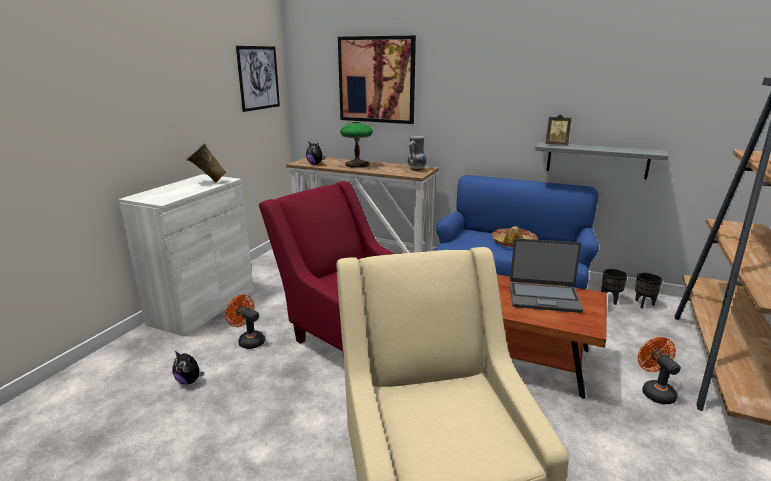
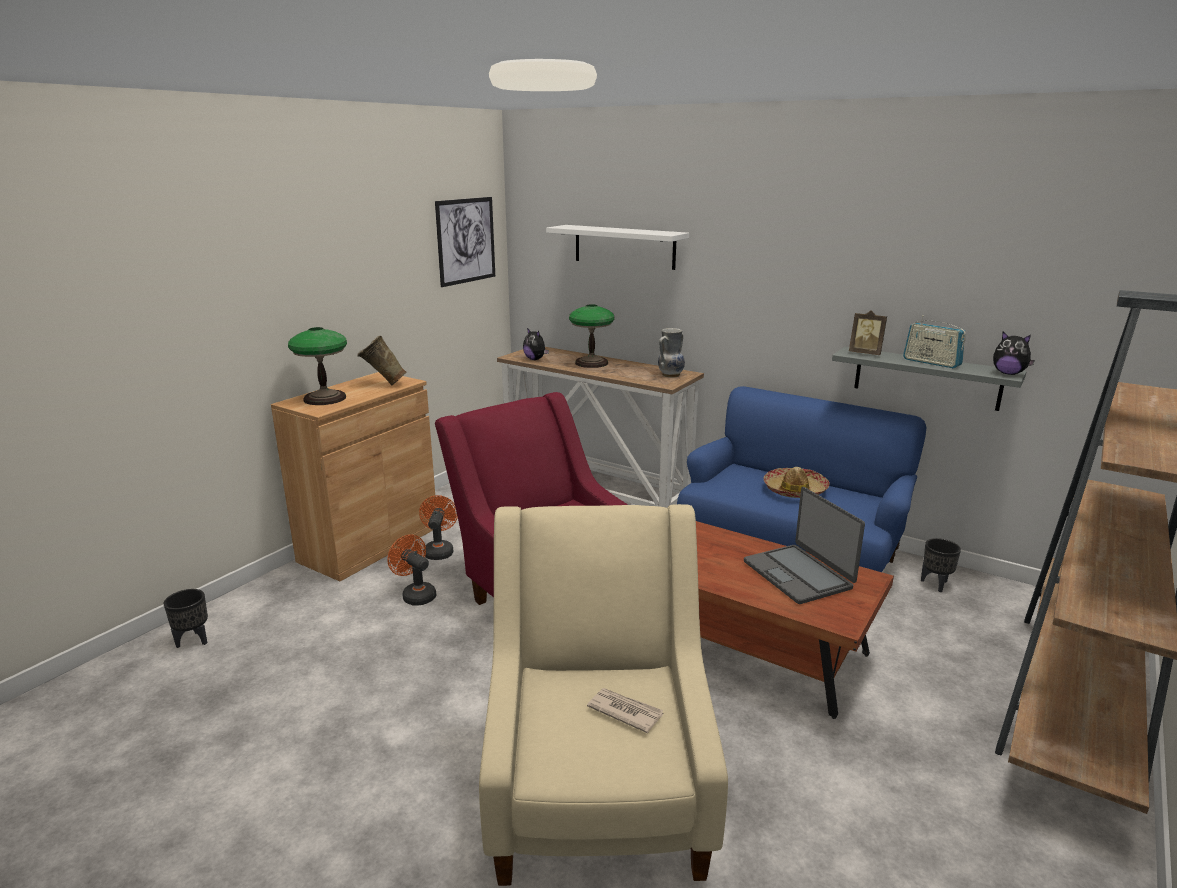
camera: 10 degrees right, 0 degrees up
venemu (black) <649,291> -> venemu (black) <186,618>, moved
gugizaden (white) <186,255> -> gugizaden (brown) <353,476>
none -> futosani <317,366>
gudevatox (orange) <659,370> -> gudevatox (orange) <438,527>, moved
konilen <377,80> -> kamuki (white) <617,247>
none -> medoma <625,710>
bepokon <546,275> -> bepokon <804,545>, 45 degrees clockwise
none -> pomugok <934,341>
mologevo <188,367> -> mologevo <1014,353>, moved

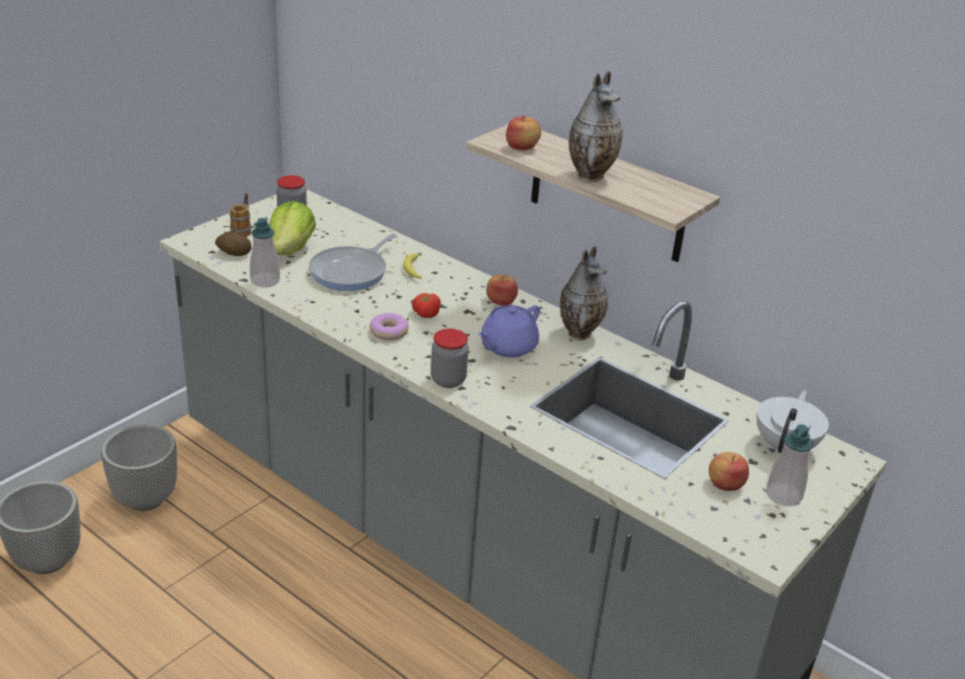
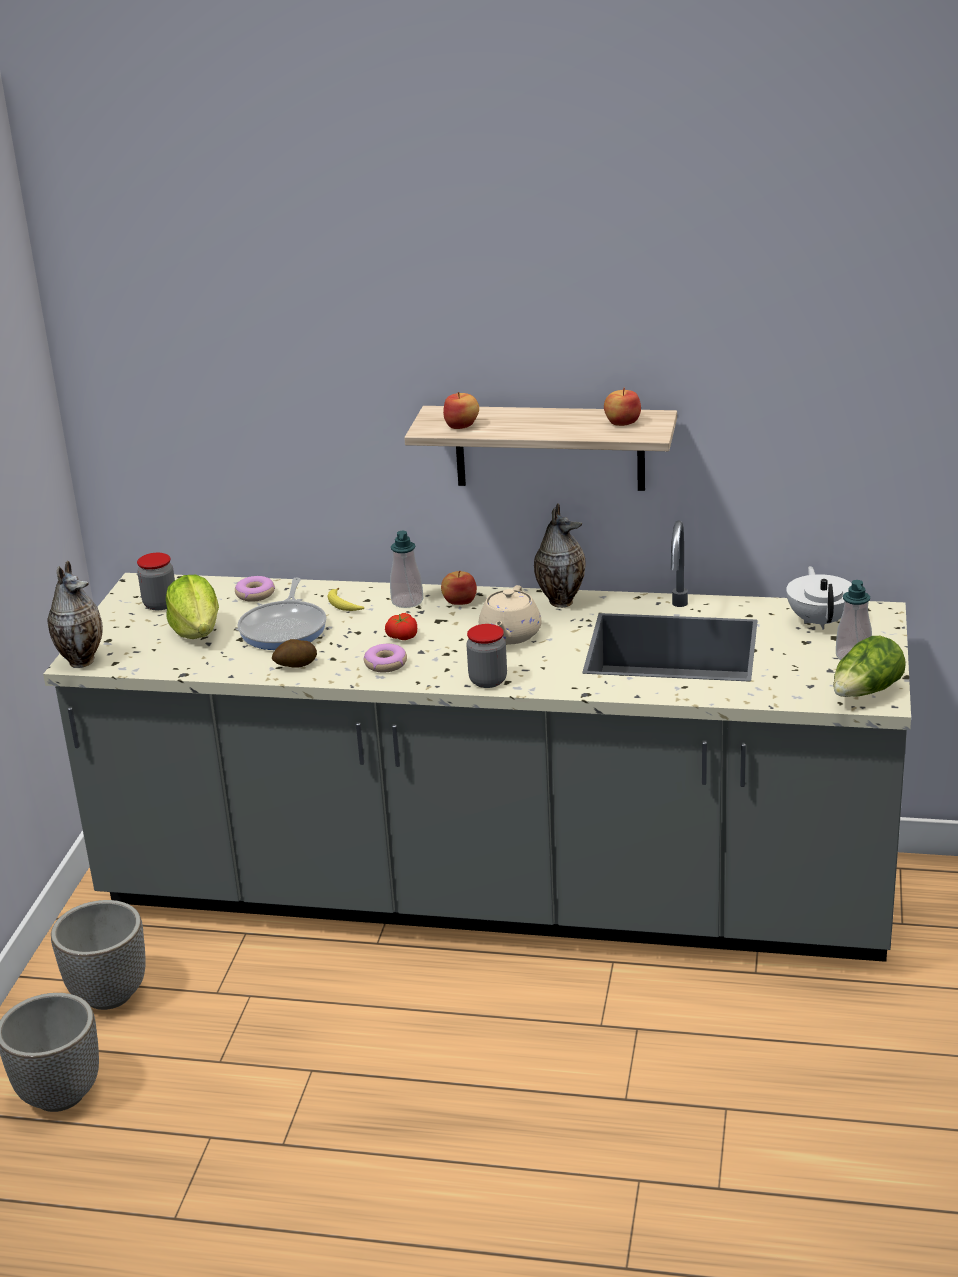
camera: 25 degrees left, 5 degrees down
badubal <596,126> -> badubal <75,614>, moved
none -> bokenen <255,589>
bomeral <233,244> -> bomeral <294,653>, moved
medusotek <265,252> -> medusotek <406,569>, moved
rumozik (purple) <509,331> -> rumozik (beige) <510,614>
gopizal <729,471> -> gopizal <622,407>, moved
none -> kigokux <869,666>
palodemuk <241,214> -> none

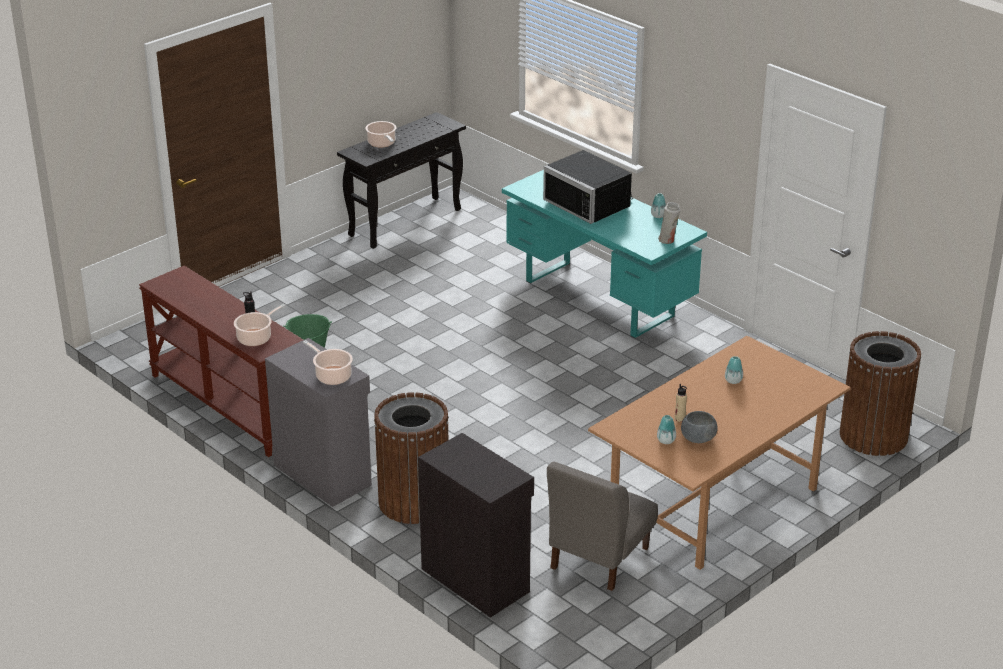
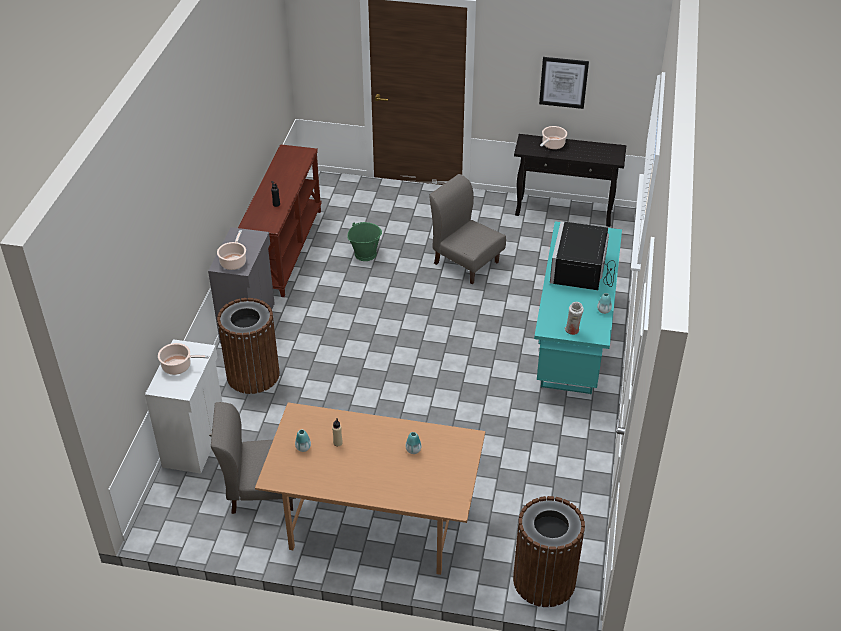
camera: 55 degrees right, 10 degrees up
gugizaden (black) <476,525> -> gugizaden (white) <183,406>
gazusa <260,325> -> gazusa <183,359>, moved
none -> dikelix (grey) <467,229>
none -> konilen <564,83>
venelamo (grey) <699,427> -> none

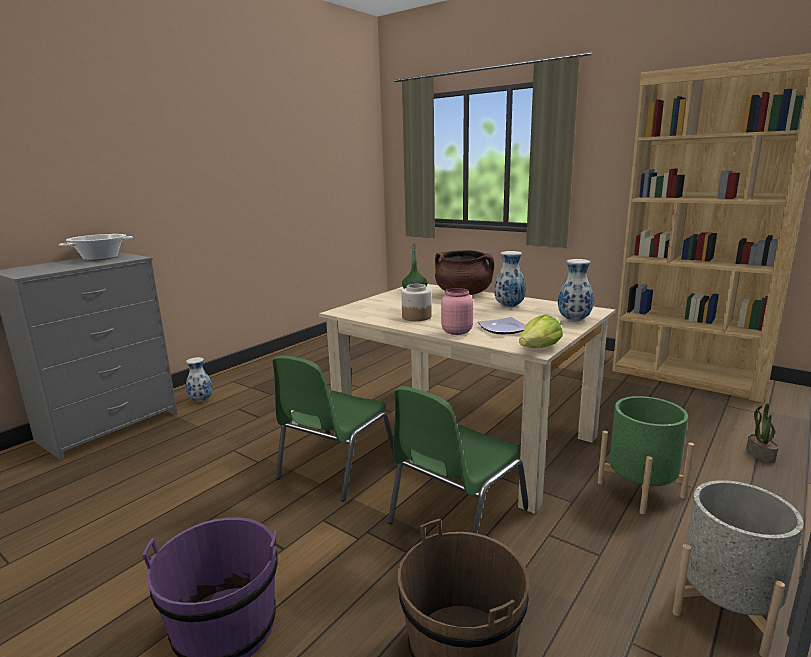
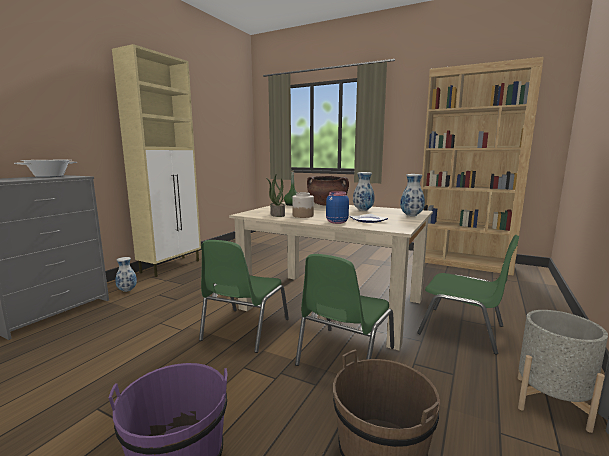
camera: 10 degrees left, 5 degrees down
none -> gugizaden (beige) <156,160>
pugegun <762,432> -> pugegun <275,196>, moved
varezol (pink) <457,311> -> varezol (blue) <337,207>
venemu (green) <646,455> -> dikelix (green) <468,295>
kigokux <541,331> -> none

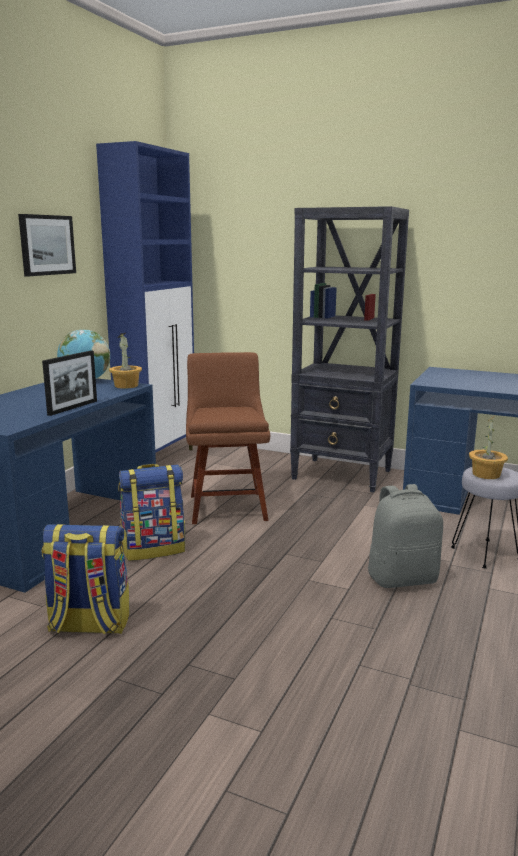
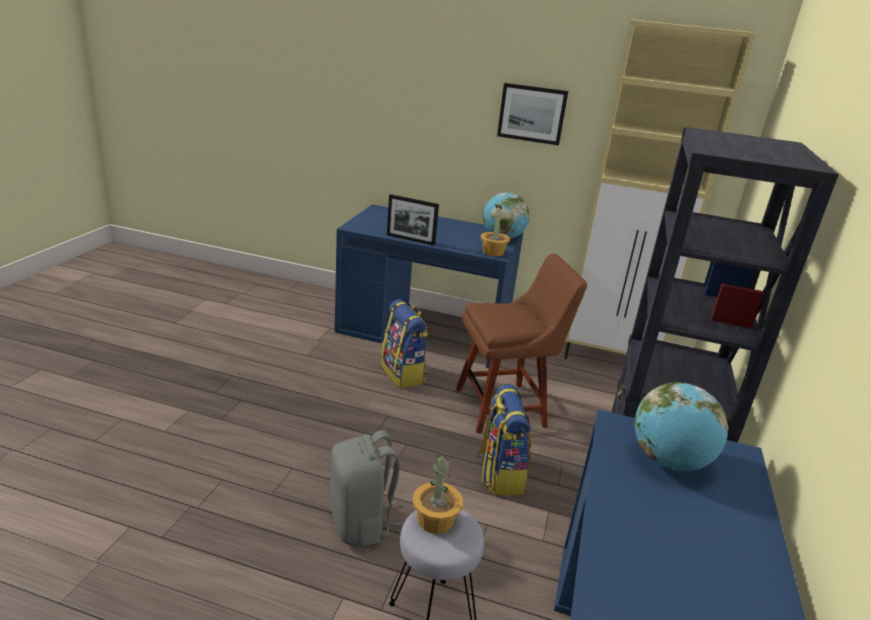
camera: 80 degrees right, 10 degrees up
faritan <85,579> -> faritan <504,439>, moved
gugizaden (blue) <145,297> -> gugizaden (beige) <660,189>
none -> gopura <681,426>

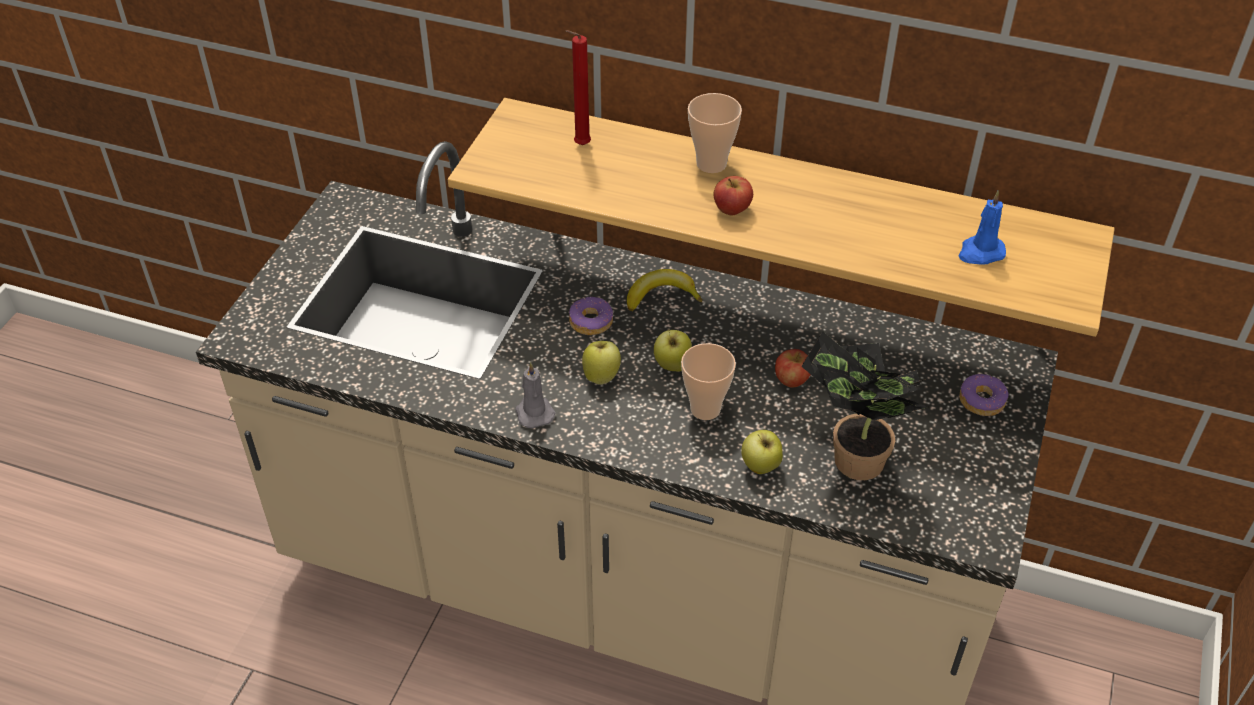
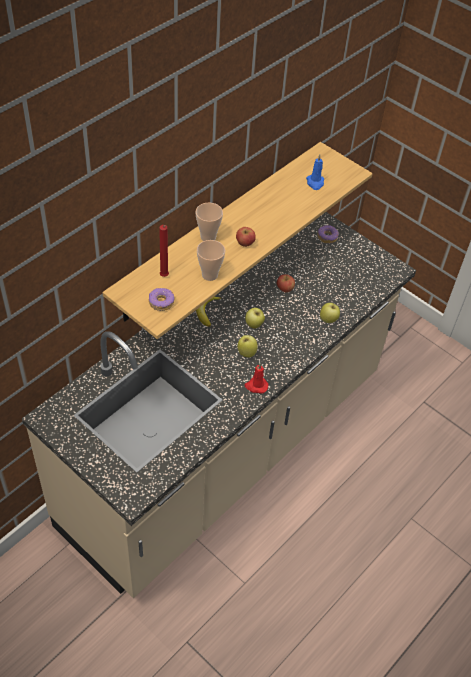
camera: 70 degrees left, 5 degrees up
bokenen <591,316> -> bokenen <161,299>, moved
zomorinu <708,381> -> zomorinu <211,260>, moved
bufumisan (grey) <535,395> -> bufumisan (red) <256,378>
pugegun <864,406> -> none

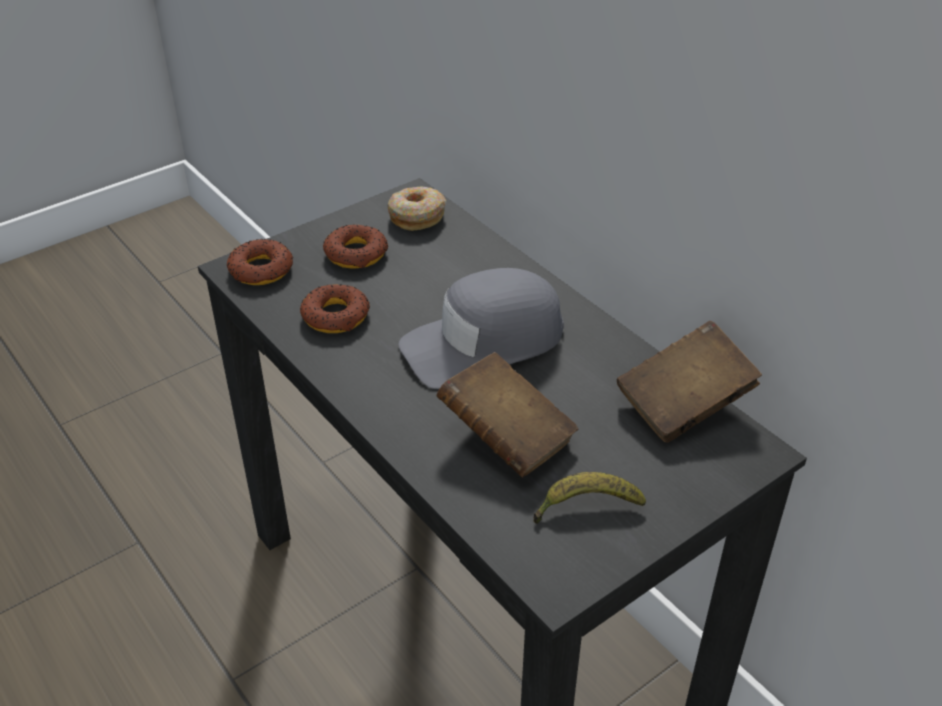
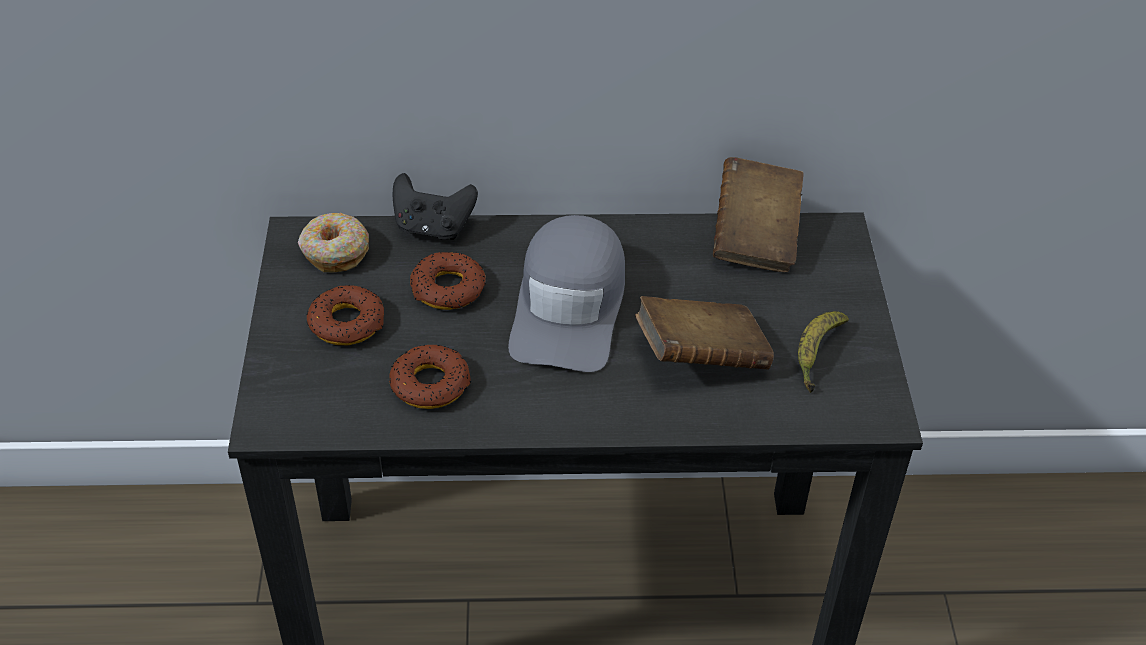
camera: 55 degrees left, 5 degrees up
none -> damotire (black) <435,206>
bokenen <260,262> -> bokenen <448,281>, moved

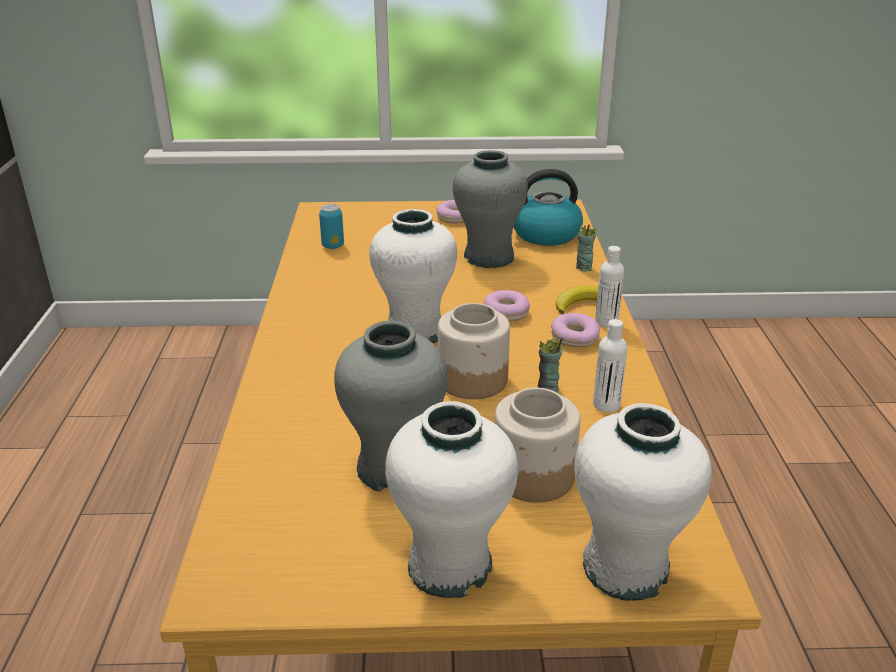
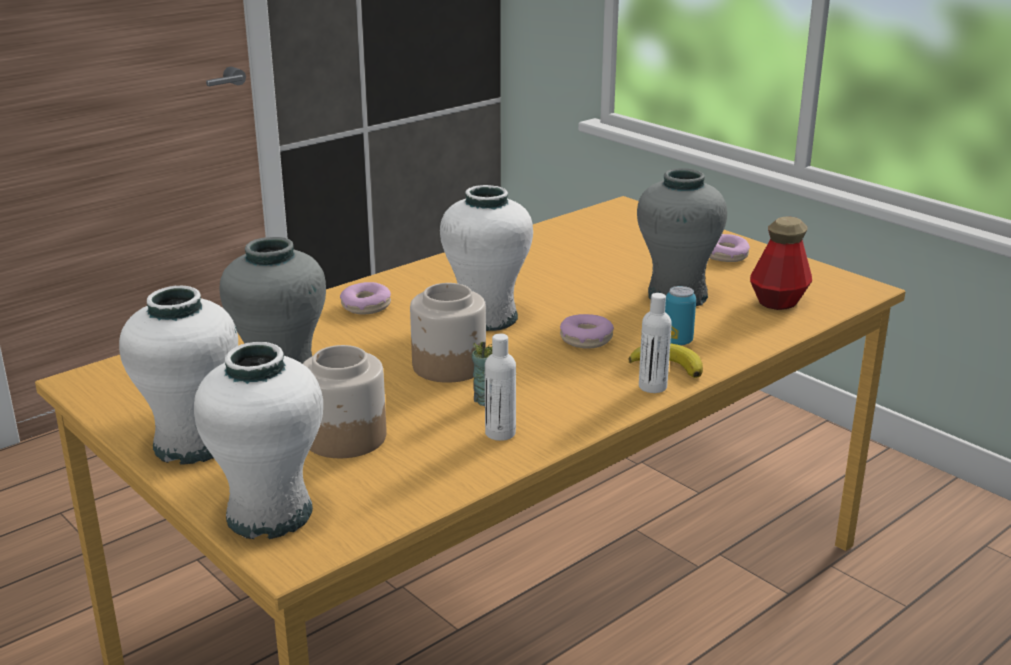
camera: 50 degrees right, 5 degrees down
bokenen <575,330> -> bokenen <365,298>, moved
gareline <331,226> -> gareline <680,316>, moved
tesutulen <548,207> -> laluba <781,263>
zomorinu <586,248> -> none

